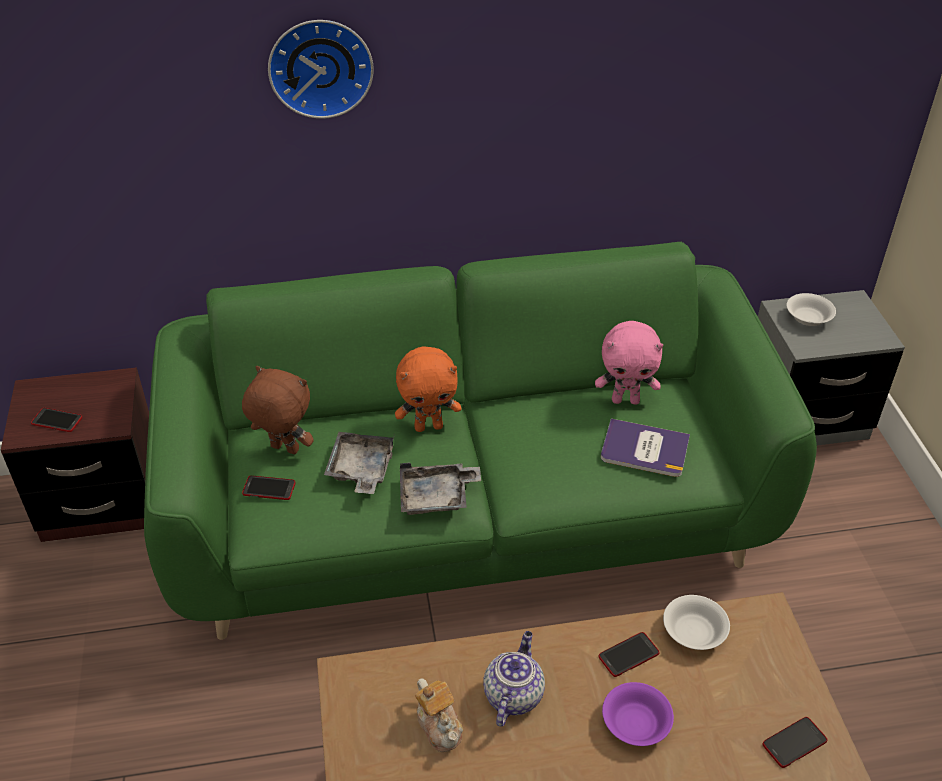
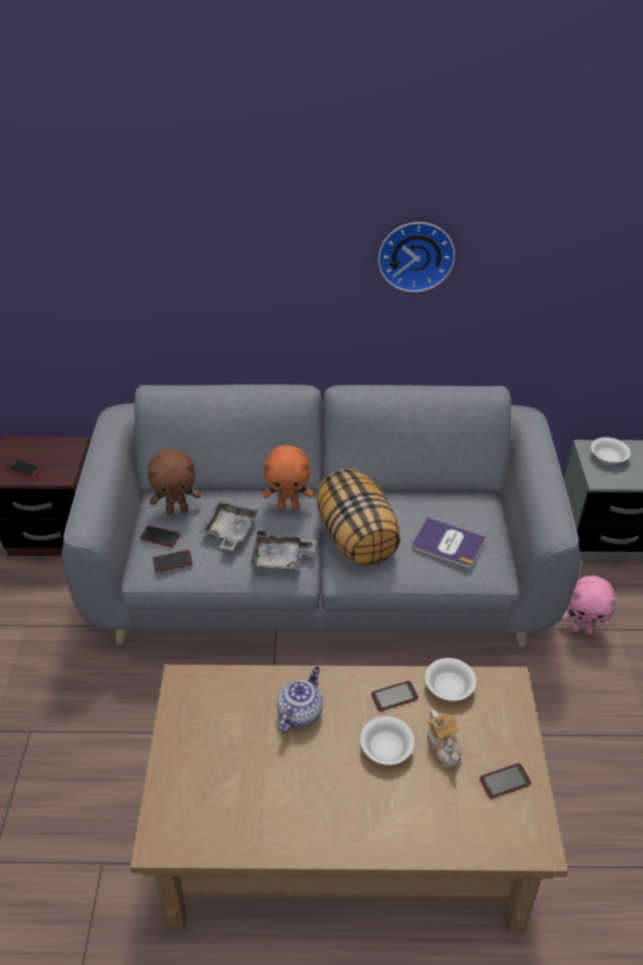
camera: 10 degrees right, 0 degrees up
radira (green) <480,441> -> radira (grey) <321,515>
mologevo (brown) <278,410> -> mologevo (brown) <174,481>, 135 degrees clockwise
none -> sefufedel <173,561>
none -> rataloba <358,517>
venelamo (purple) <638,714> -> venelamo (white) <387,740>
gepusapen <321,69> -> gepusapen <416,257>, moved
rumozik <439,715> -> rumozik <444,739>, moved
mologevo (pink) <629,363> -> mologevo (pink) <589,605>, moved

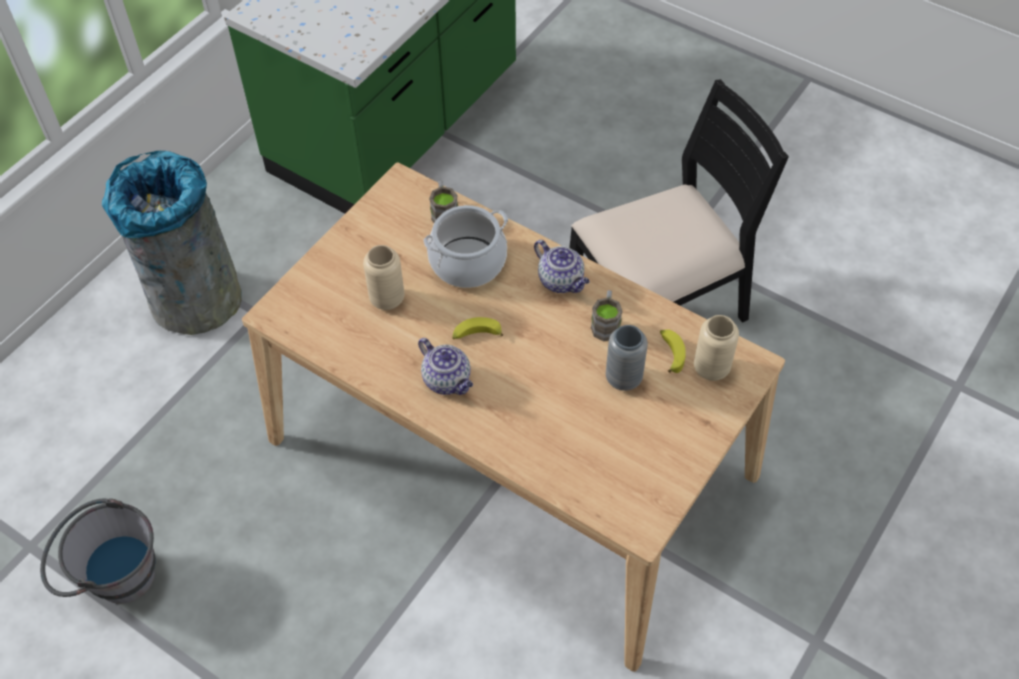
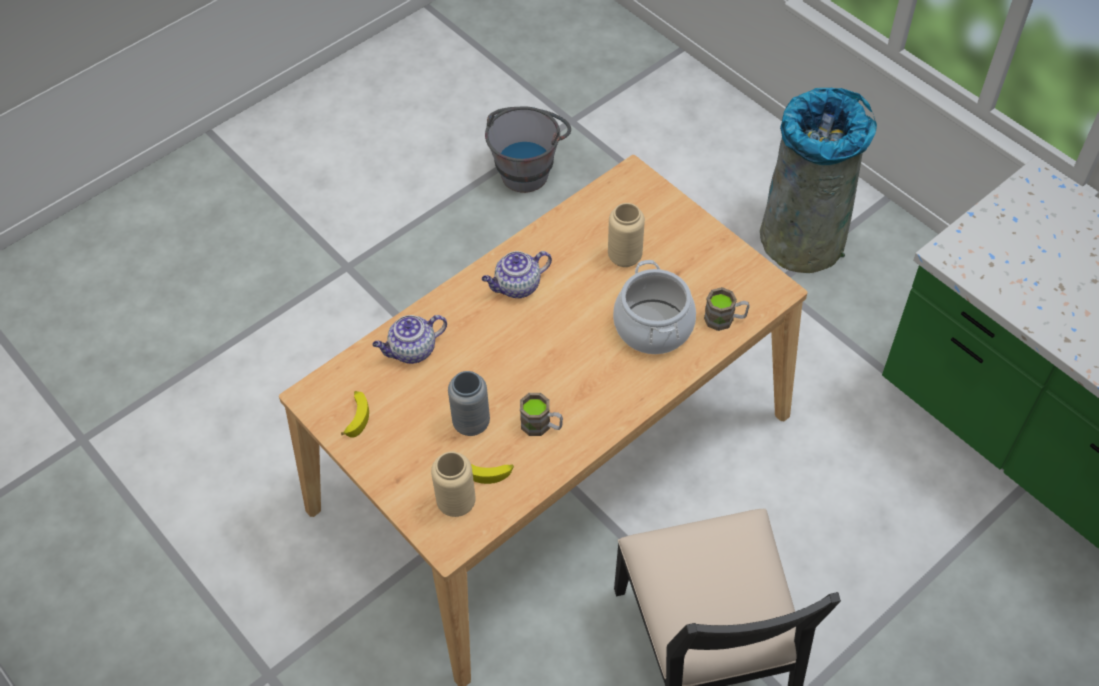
camera: 105 degrees right, 0 degrees up
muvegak <477,328> -> muvegak <355,414>, moved
rumozik <562,266> -> rumozik <409,339>, moved

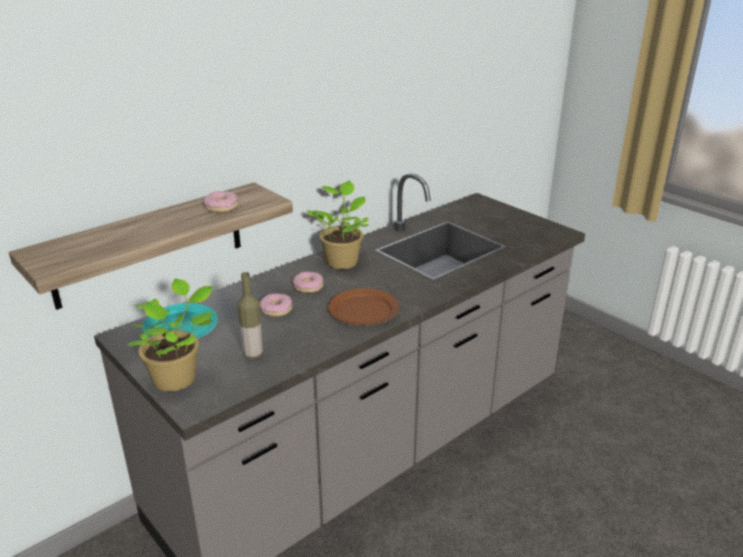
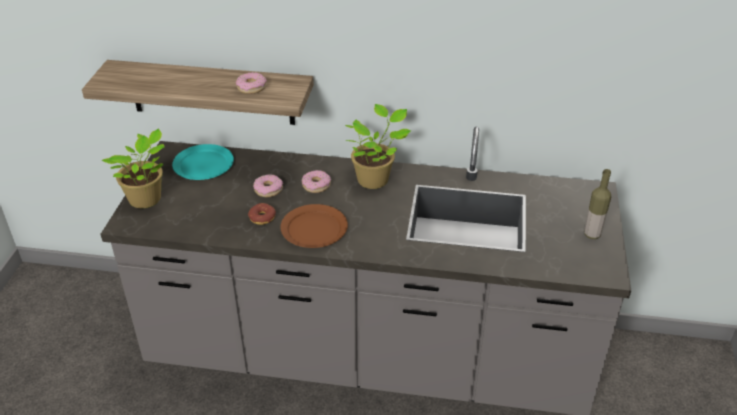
camera: 50 degrees right, 10 degrees up
none -> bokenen <262,214>
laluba <250,315> -> laluba <597,204>, moved

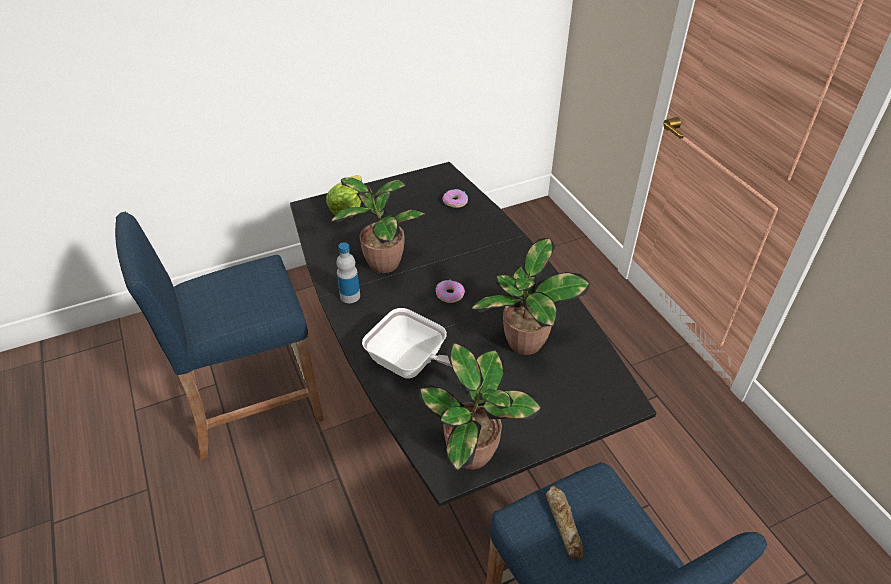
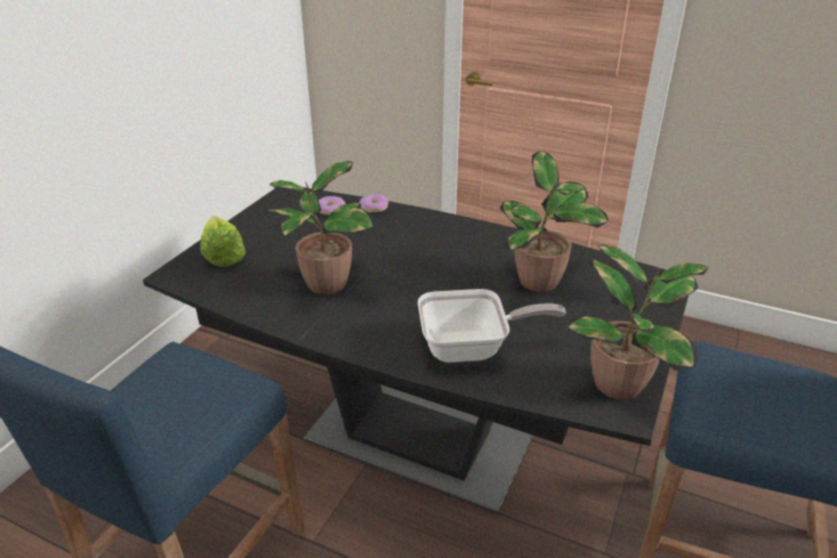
camera: 40 degrees left, 10 degrees down
bokenen <450,291> -> bokenen <373,203>, moved
laluba <348,272> -> none
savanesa <564,522> -> none

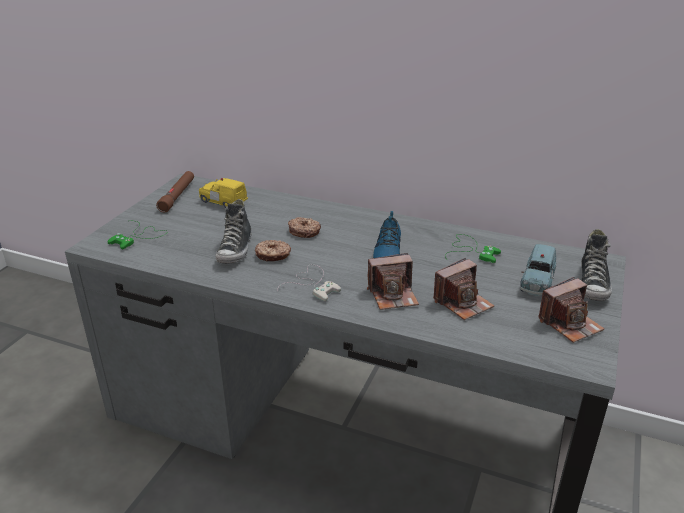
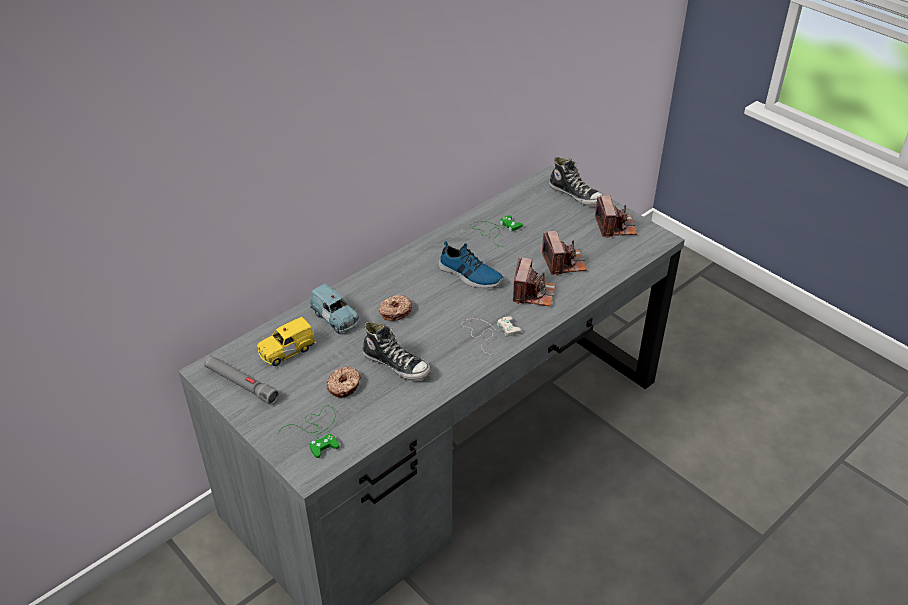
camera: 65 degrees left, 10 degrees up
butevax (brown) <175,192> -> butevax (grey) <241,379>
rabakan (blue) <538,270> -> rabakan (blue) <334,309>, moved
bokenen <273,250> -> bokenen <344,382>, moved

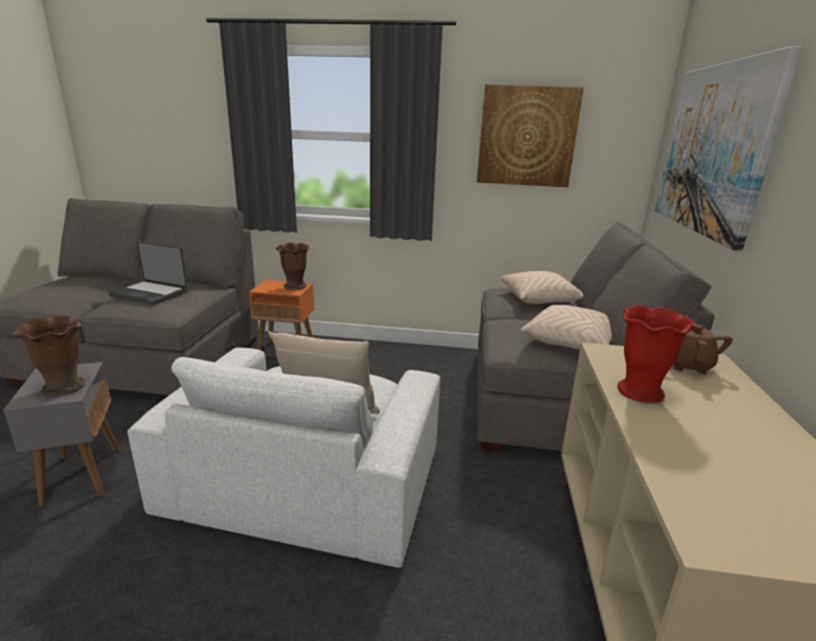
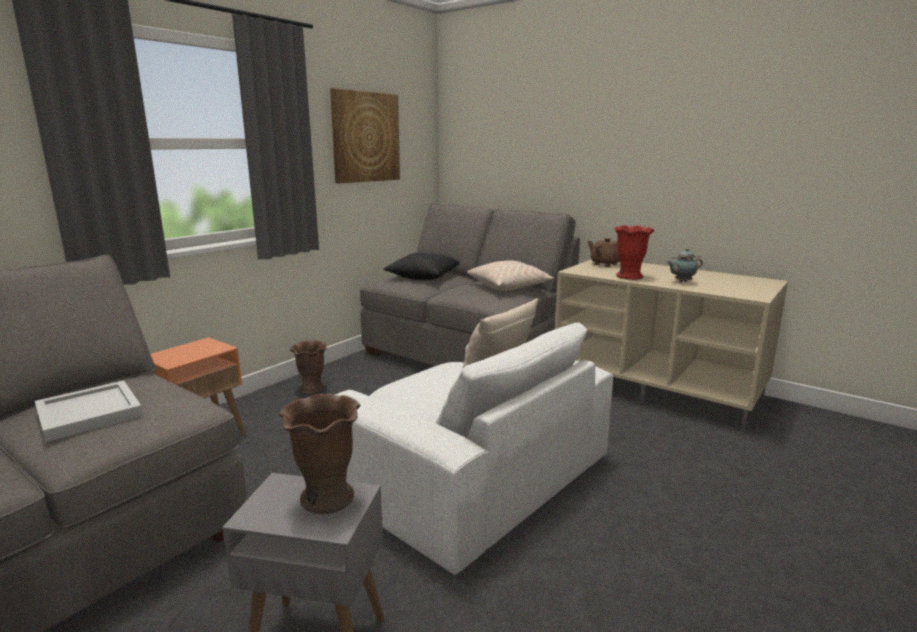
camera: 60 degrees left, 5 degrees down
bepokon <148,273> -> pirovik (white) <89,411>
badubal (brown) <292,266> -> badubal (brown) <308,367>, moved
rataloba (beige) <541,287> -> rataloba (black) <421,266>
none -> rumozik <685,265>
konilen <728,148> -> none

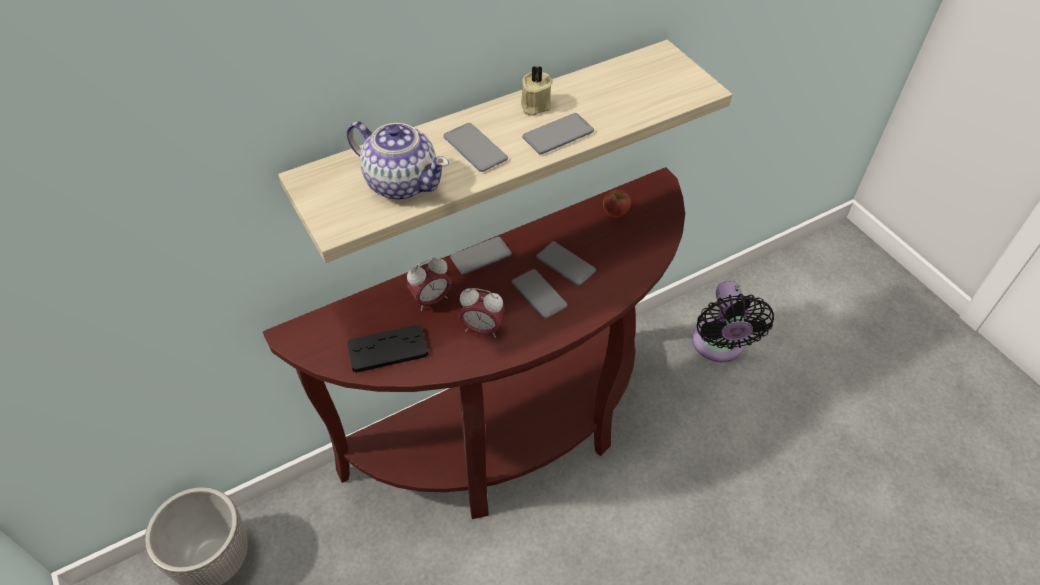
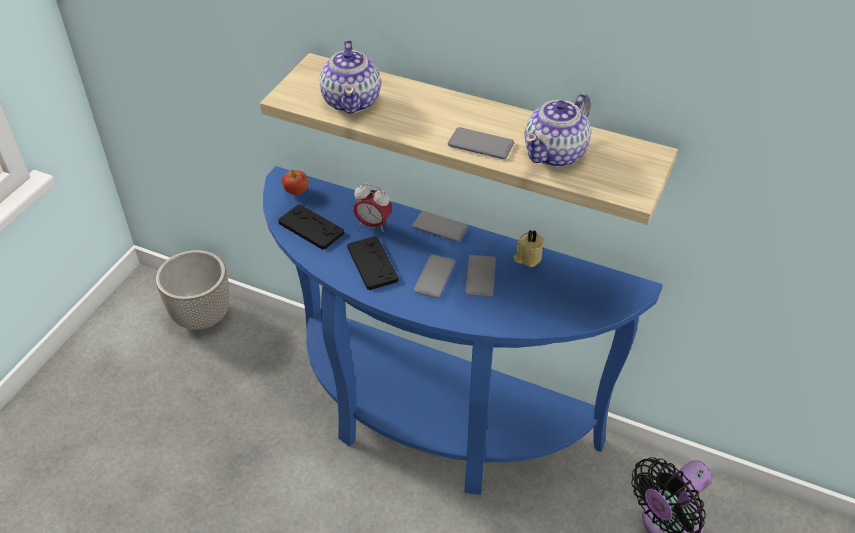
camera: 55 degrees right, 5 degrees down
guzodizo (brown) <474,343> -> guzodizo (blue) <463,330>
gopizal <617,204> -> gopizal <295,182>, moved
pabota <482,313> -> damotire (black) <373,263>
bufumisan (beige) <537,91> -> bufumisan (beige) <529,248>, moved
none -> rumozik <558,130>
sefufedel <476,147> -> none

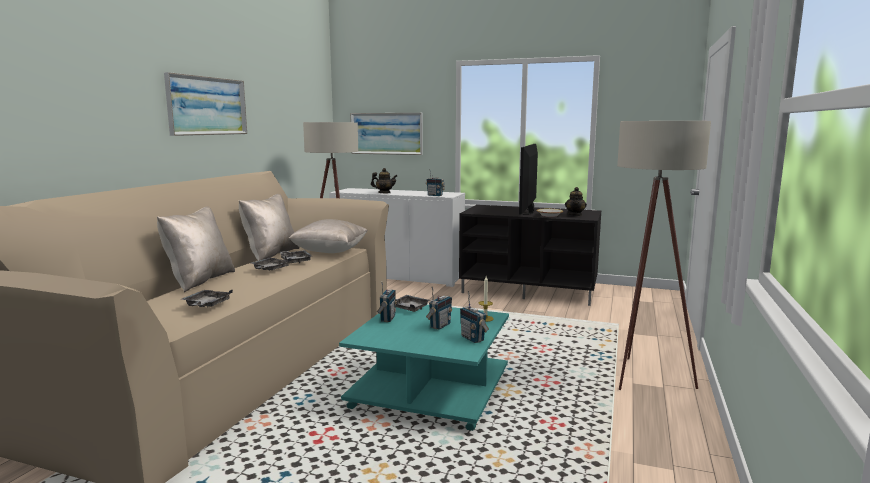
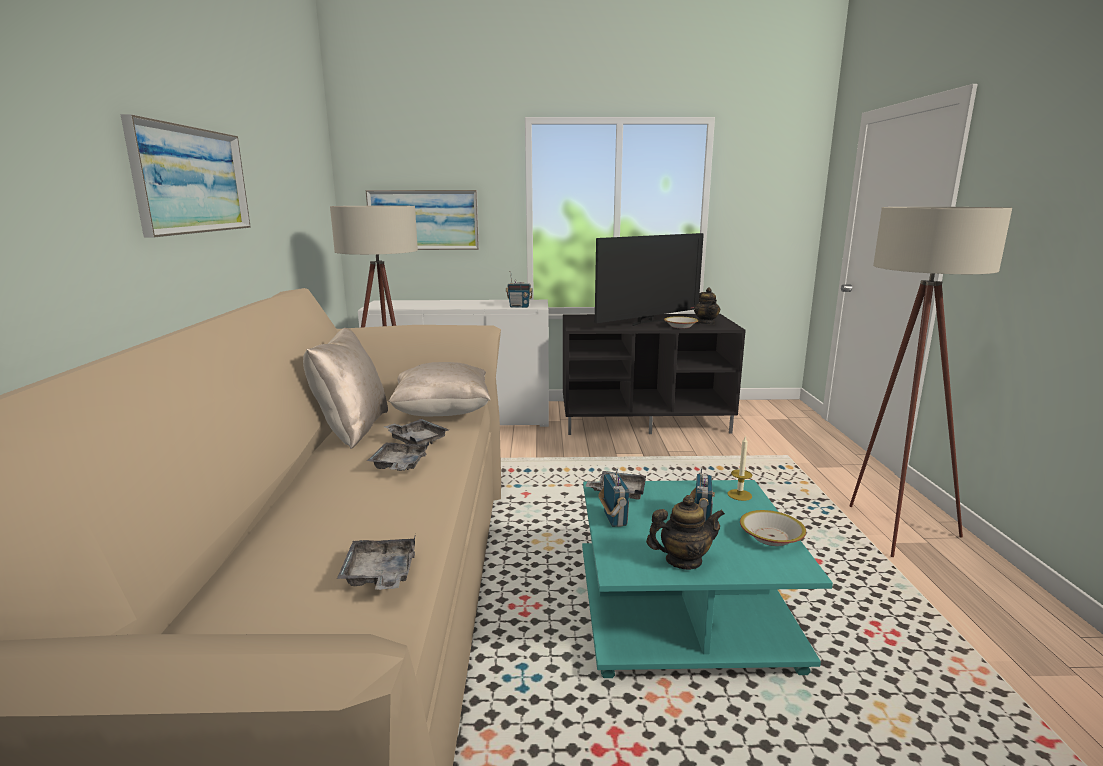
camera: 20 degrees left, 5 degrees up
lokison <528,179> -> lokison <649,279>, 120 degrees counterclockwise
rumozik <384,180> -> rumozik <685,532>, moved
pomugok <474,317> -> venelamo <773,528>
rataloba (beige) <196,249> -> none

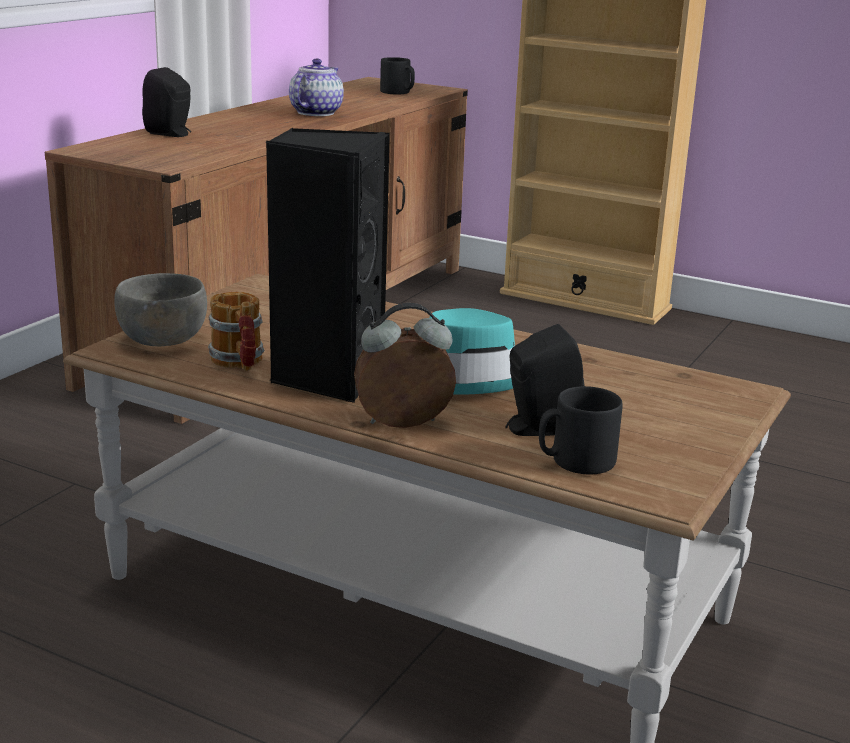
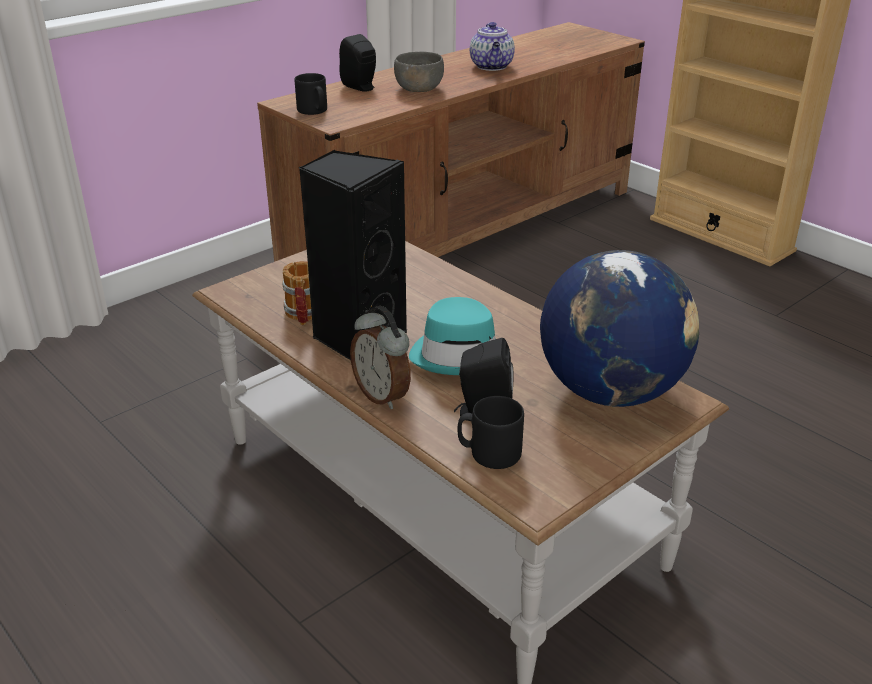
camera: 20 degrees right, 10 degrees up
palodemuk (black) <397,75> -> palodemuk (black) <311,94>, moved
pabota <405,365> -> pabota <380,357>, 135 degrees counterclockwise
venelamo (grey) <160,309> -> venelamo (grey) <419,72>, moved
rumozik <316,87> -> rumozik <492,46>, 135 degrees clockwise
none -> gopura <619,328>

